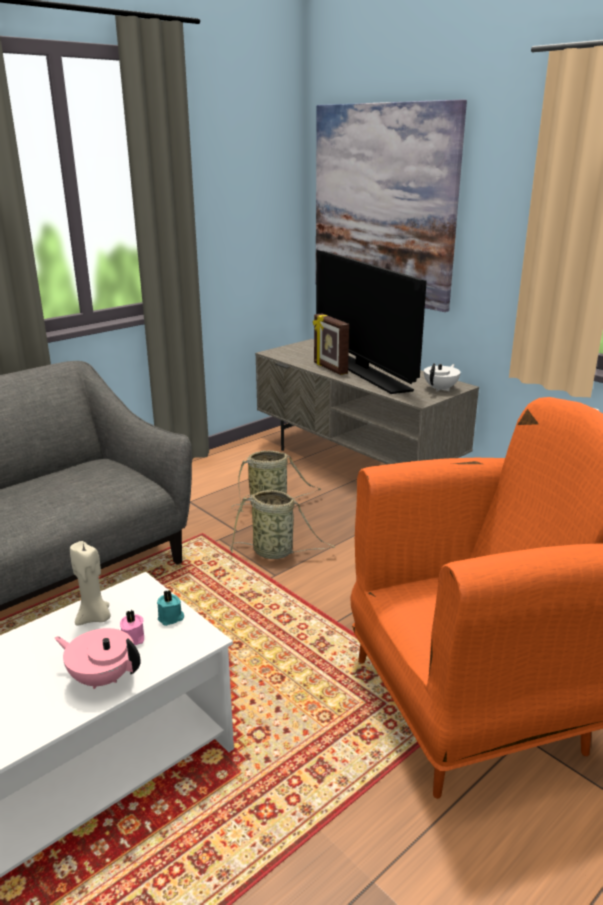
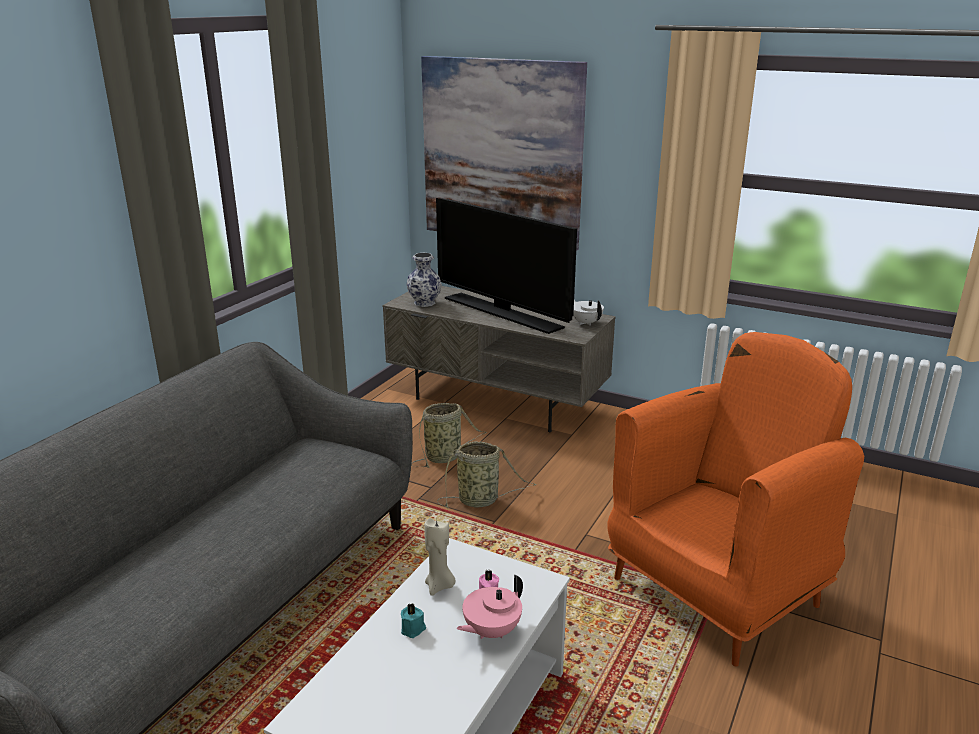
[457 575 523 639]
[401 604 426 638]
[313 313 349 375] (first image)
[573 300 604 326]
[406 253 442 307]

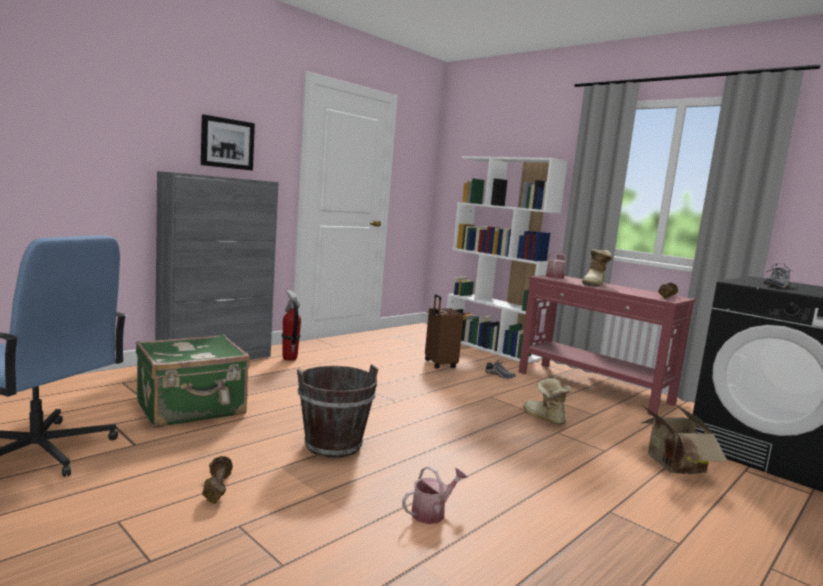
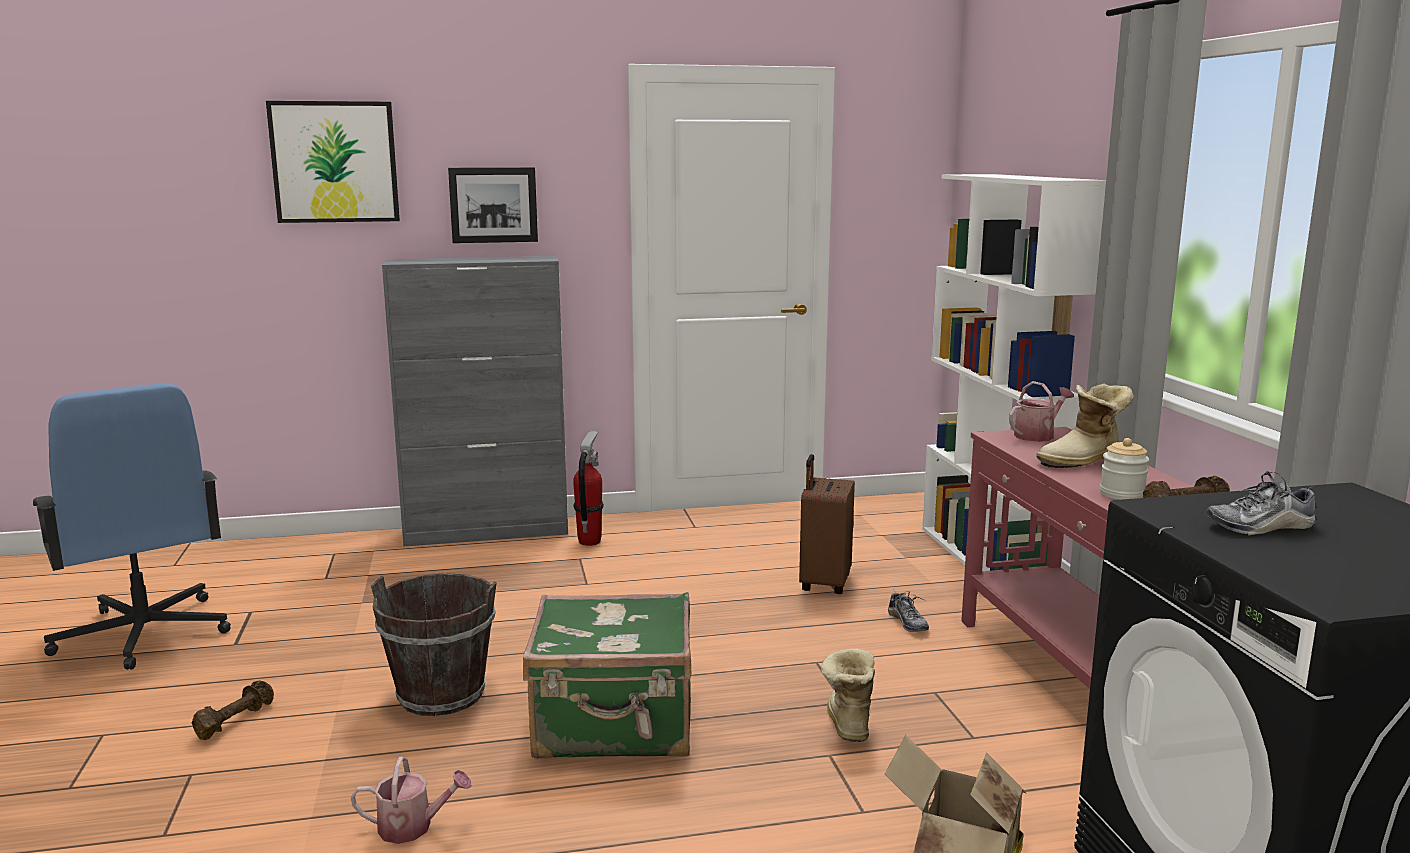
[523 592 691 759]
[266 101 400 223]
[1100 438 1149 500]

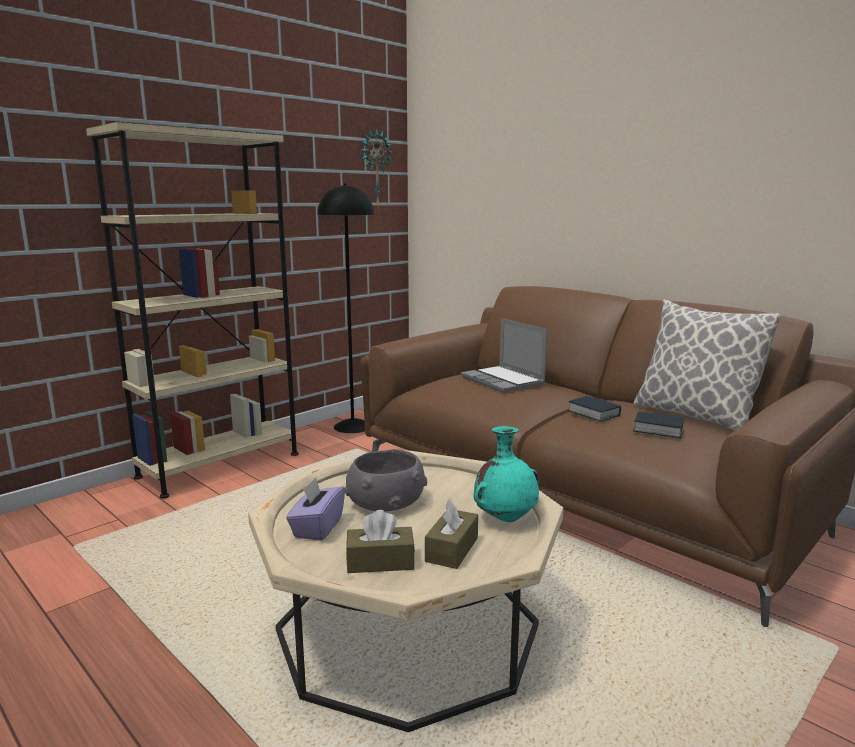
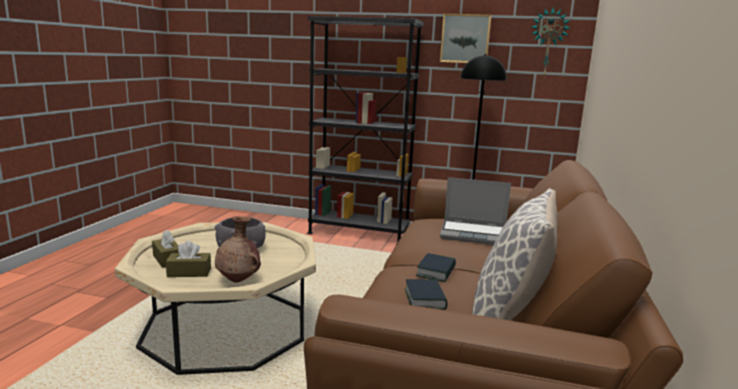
[307 16 424 245]
[286 477 345 541] (first image)
[440 177 511 245]
[215 216 261 283]
[440 14 491 63]

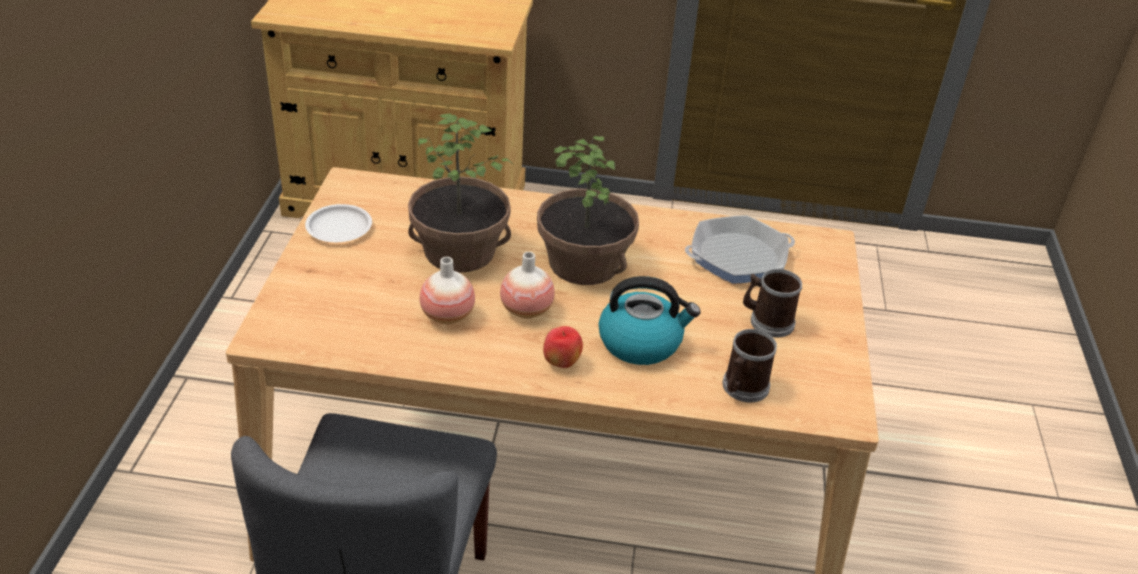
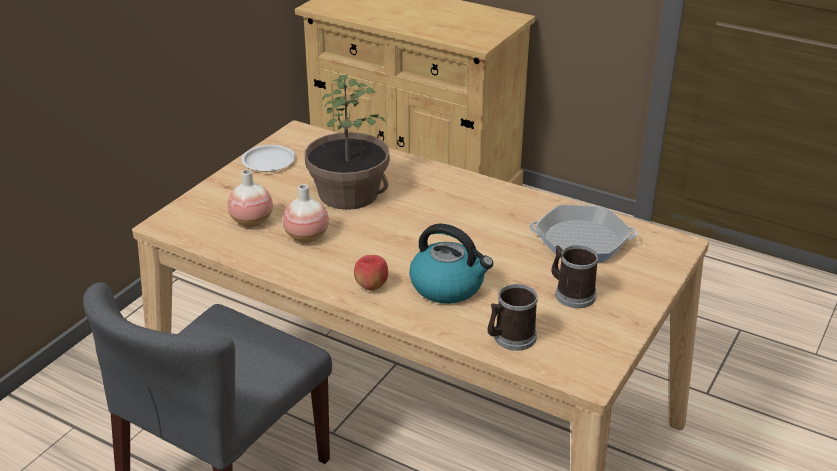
[228 169 273 227]
[537 136 639 285] (first image)

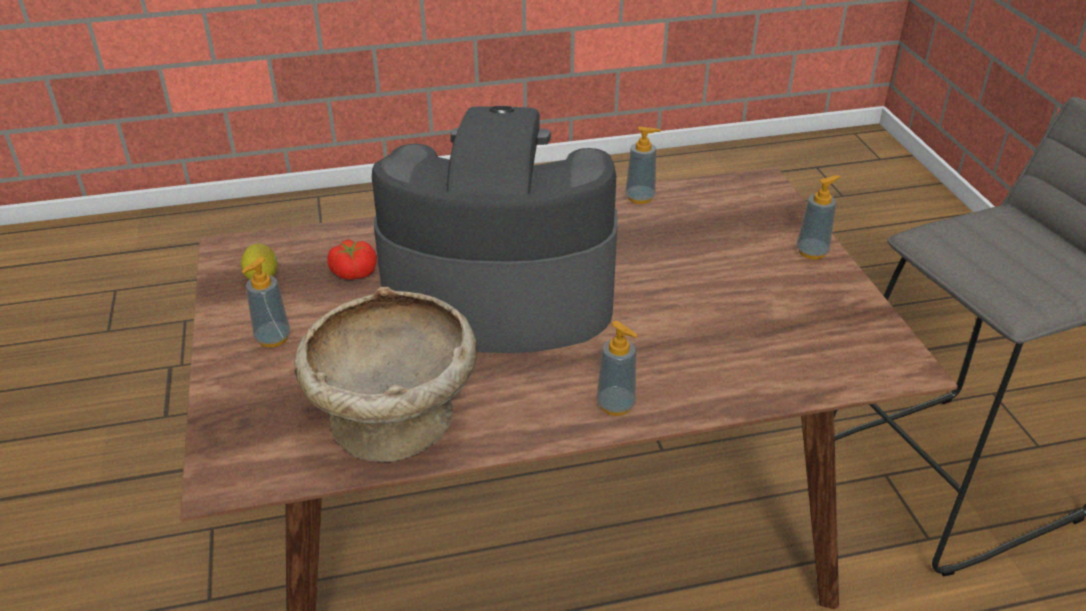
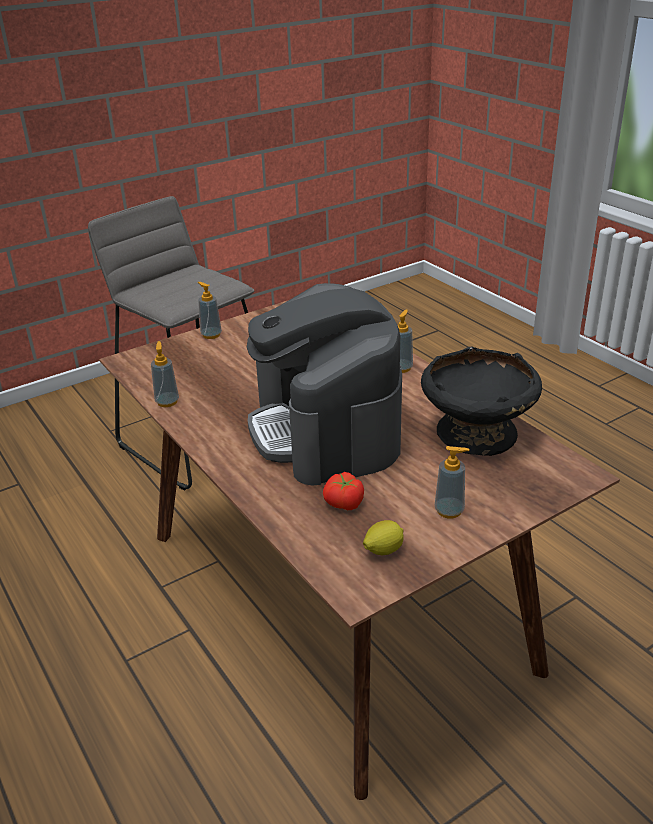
[421 346 542 456]

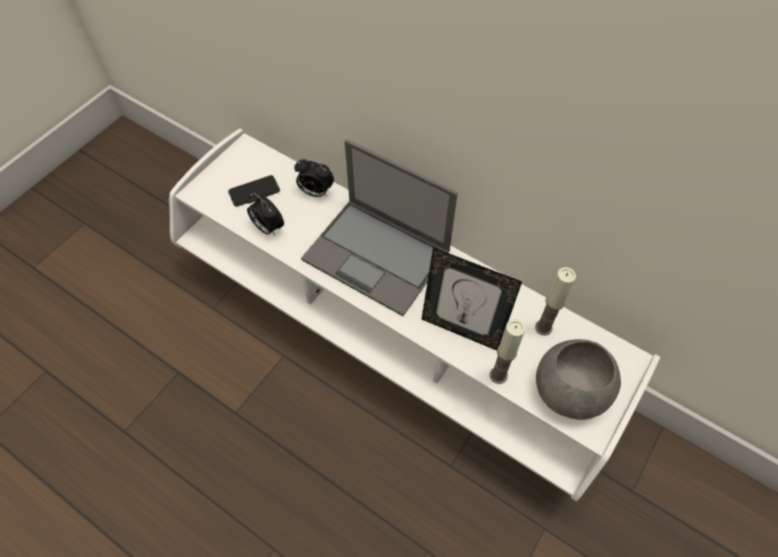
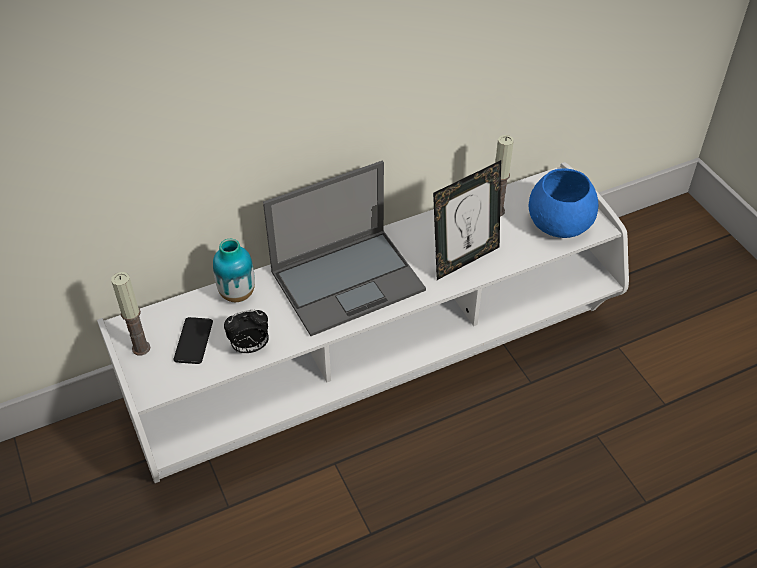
[213 239 255 302]
[111 272 151 355]
[529 168 599 238]

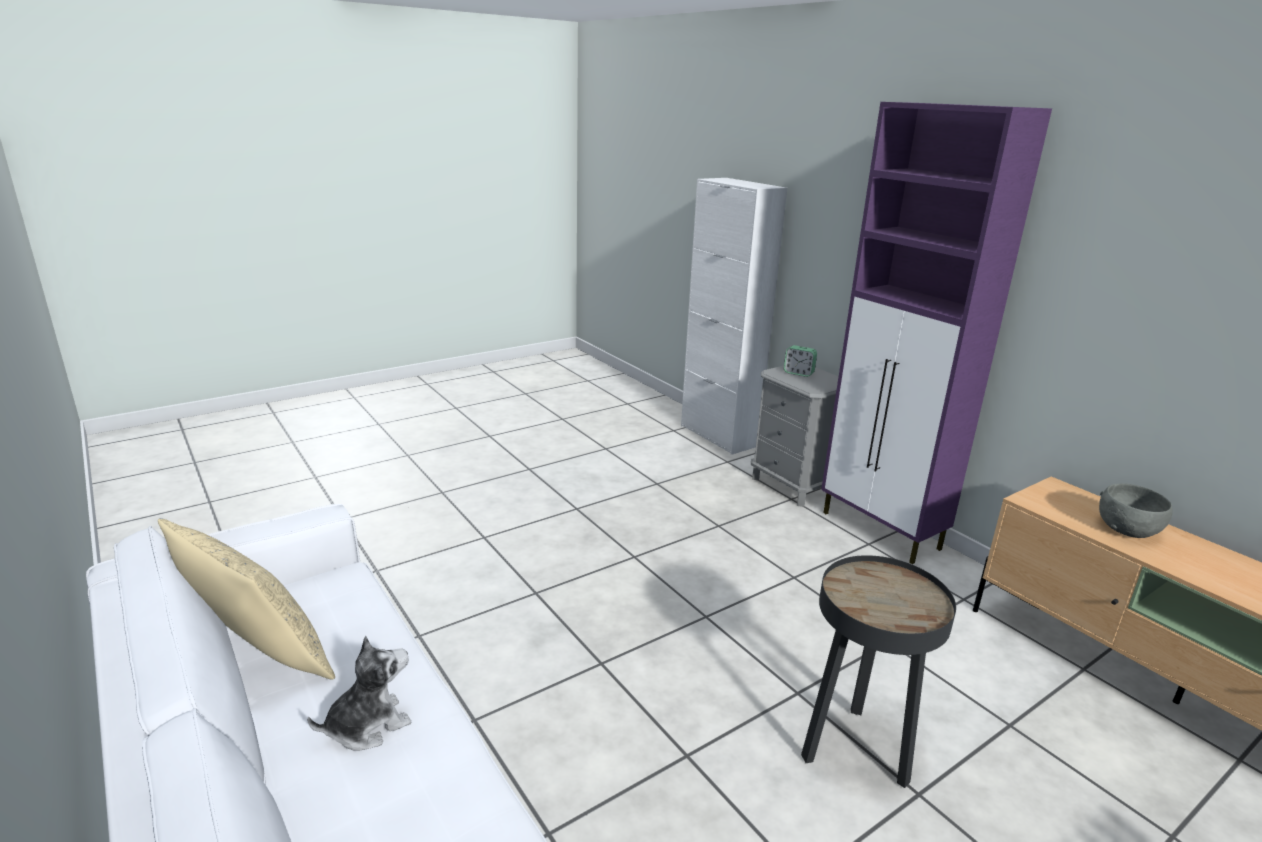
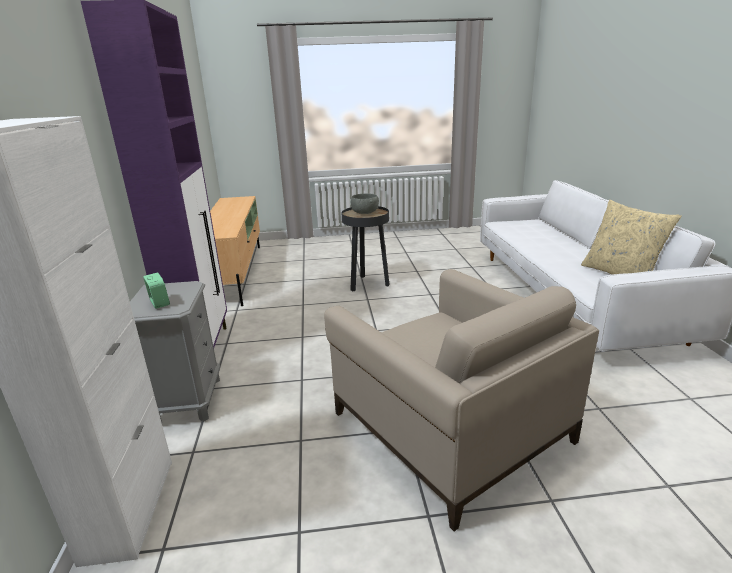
[307 636 411 751] (first image)
[351 193 379 214]
[324 269 599 531]

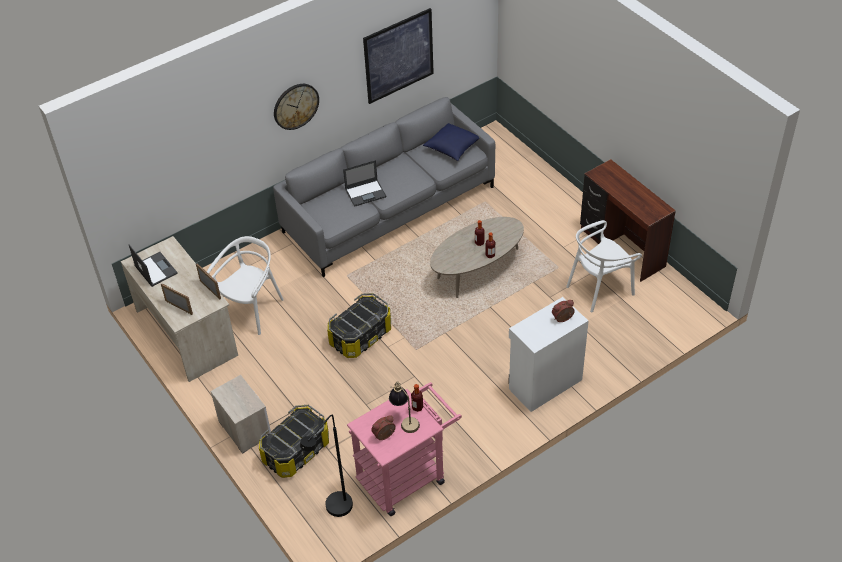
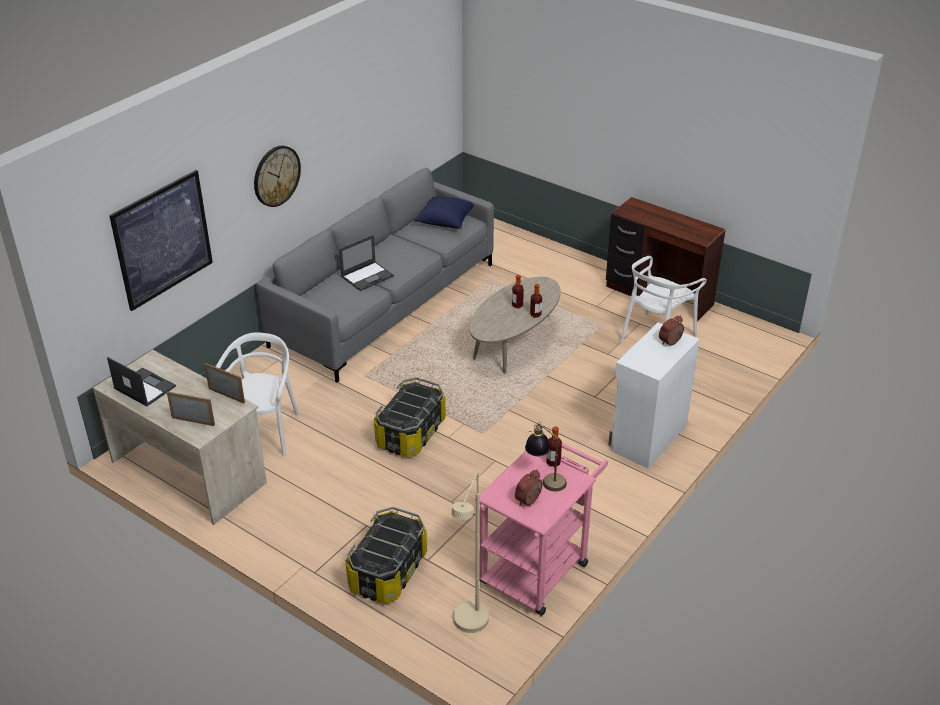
[210 375 271 454] (first image)
[451 472 489 633]
[109 170 213 311]

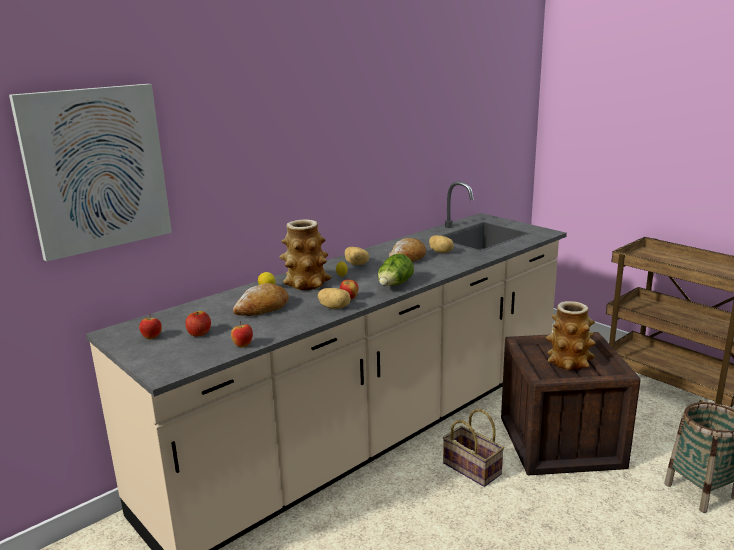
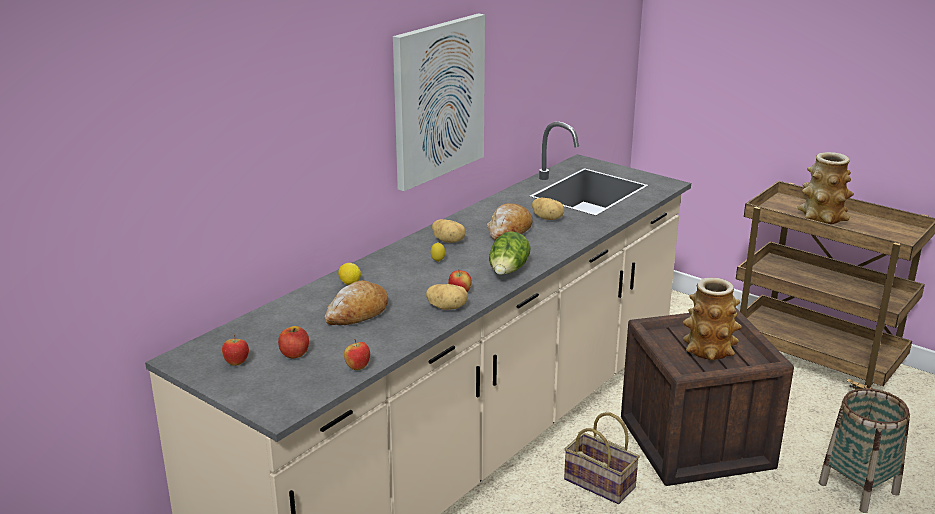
[393 13 485 191]
[797 152 854 224]

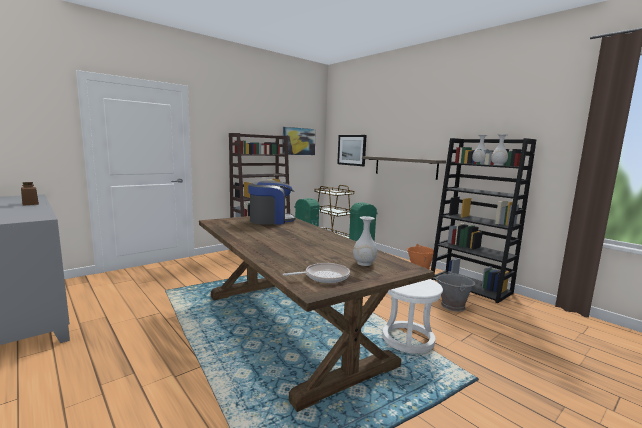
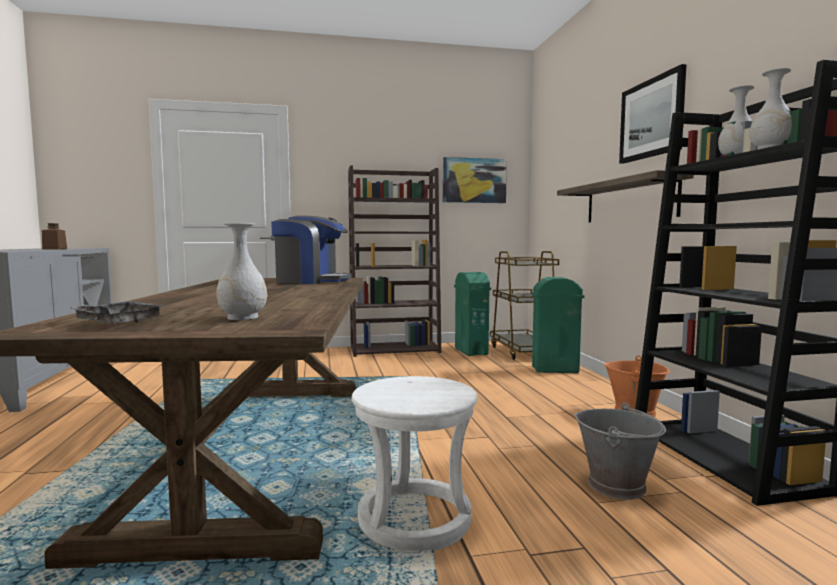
[70 301 164 324]
[619 64 686 164]

